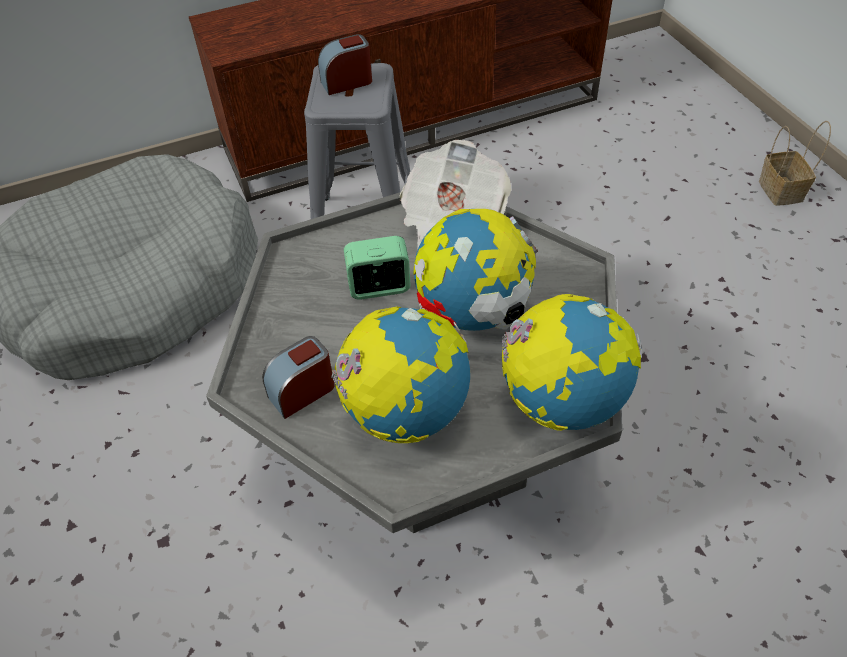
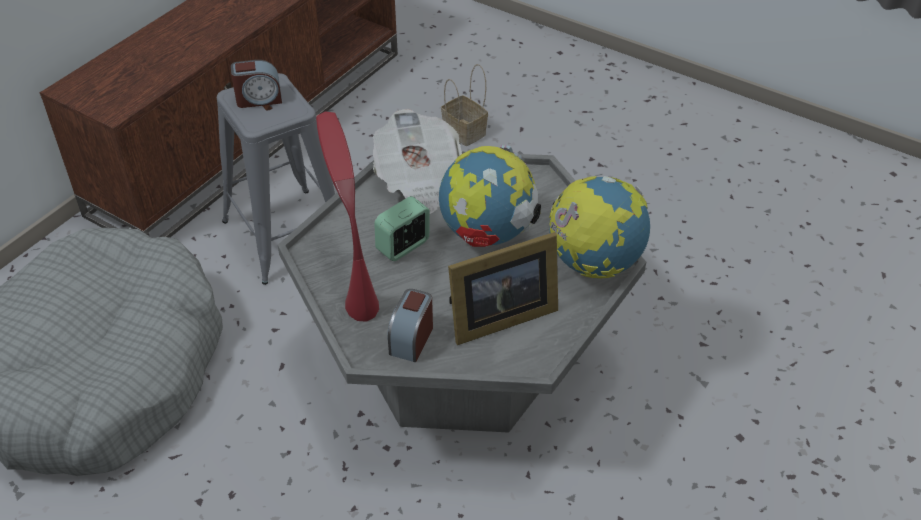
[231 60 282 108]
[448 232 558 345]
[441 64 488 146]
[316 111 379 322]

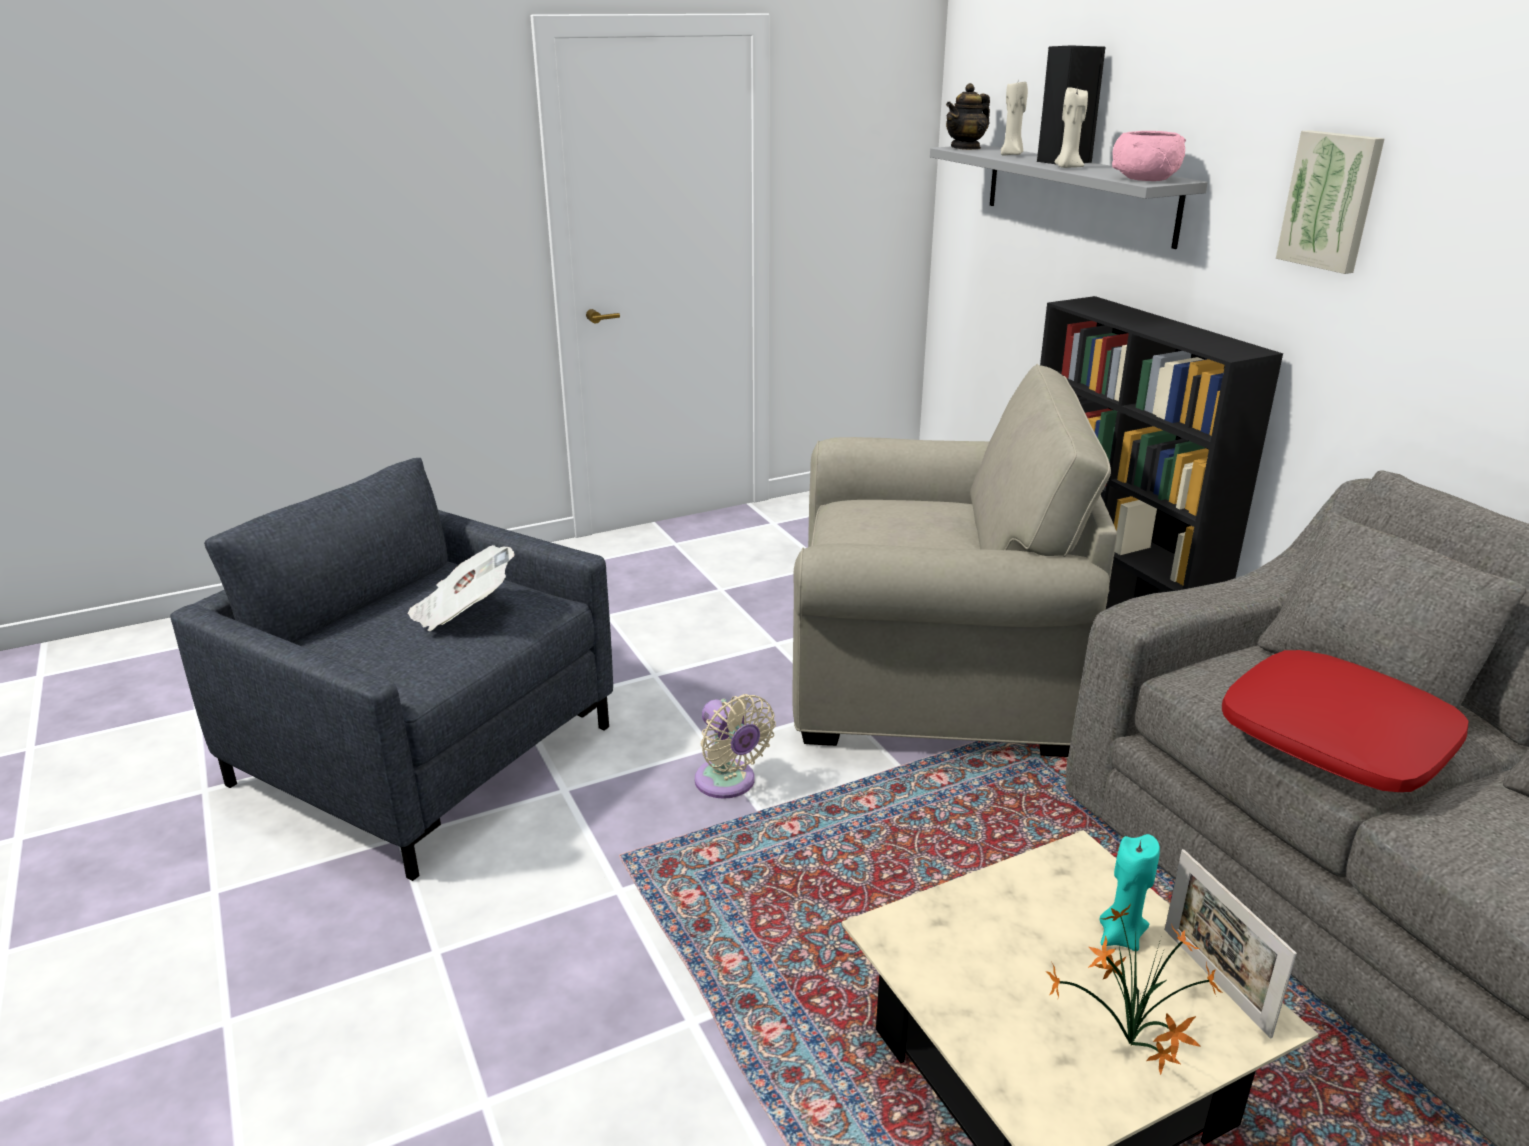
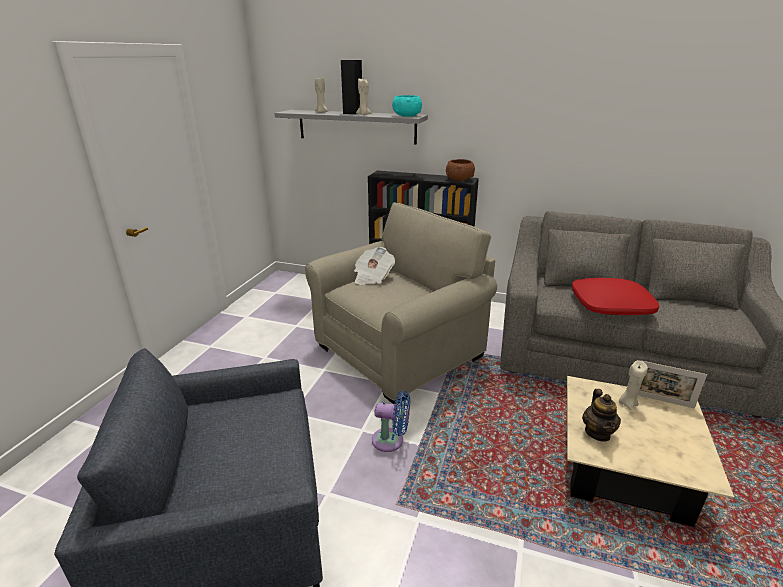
[354 247 395 285]
[372 391 410 452]
[582 389 621 442]
[1046 904 1222 1075] (first image)
[619 360 648 410]
[392 95 422 117]
[1276 130 1385 274] (first image)
[446 159 475 181]

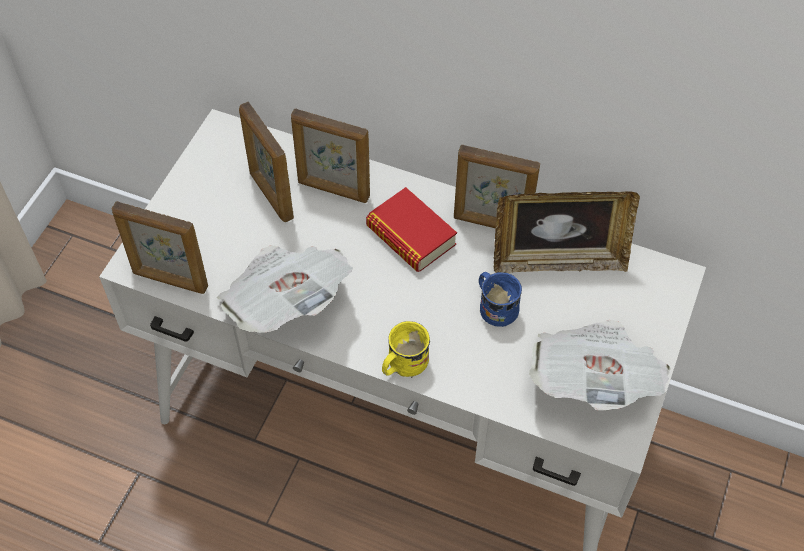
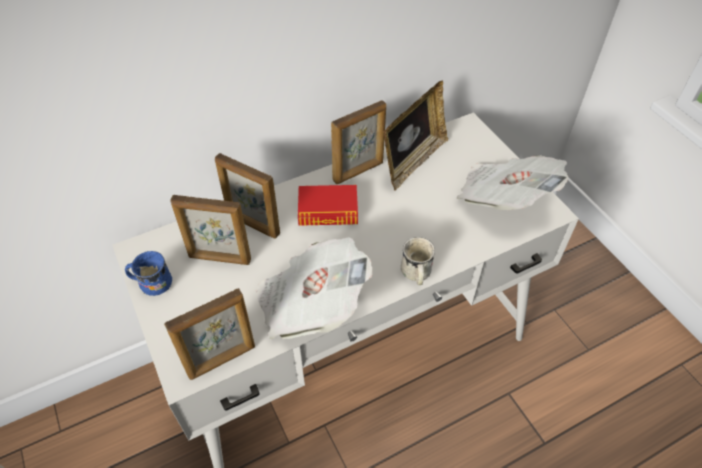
[215 153 280 239]
[401 237 435 285]
[125 251 172 296]

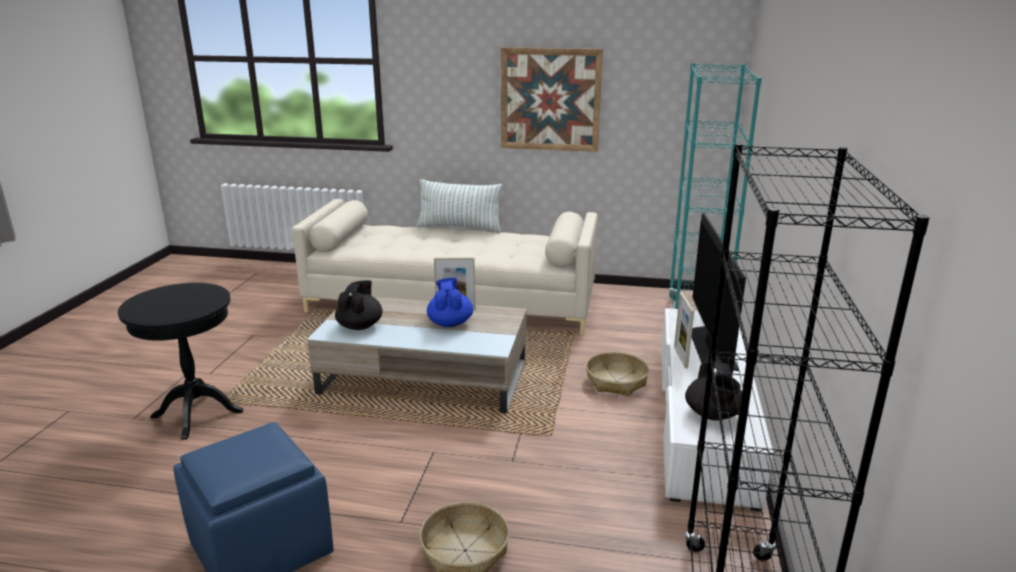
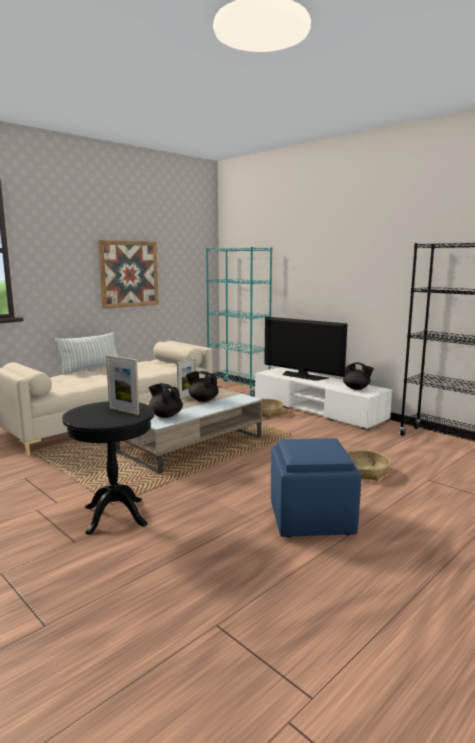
[186 371 219 402]
[106 355 139 415]

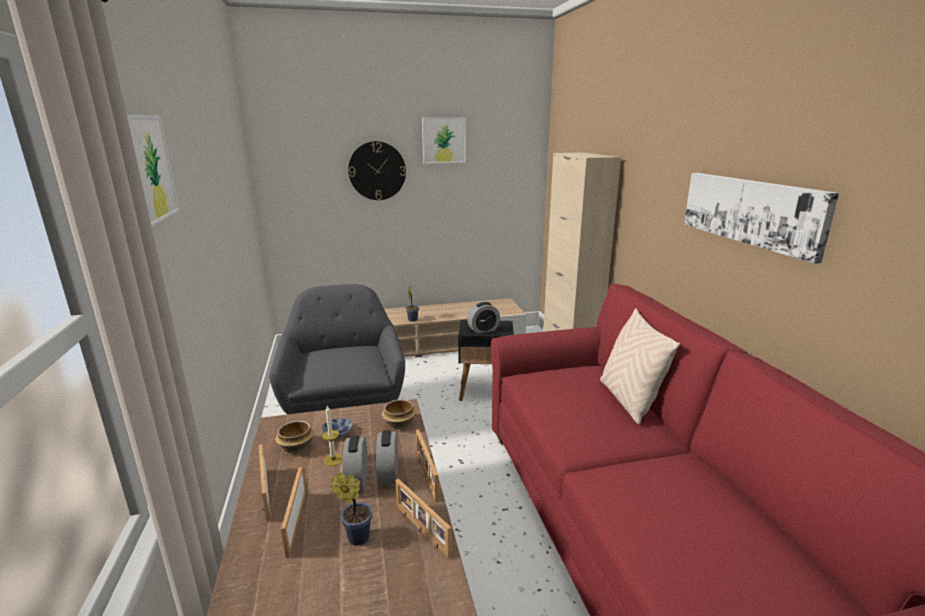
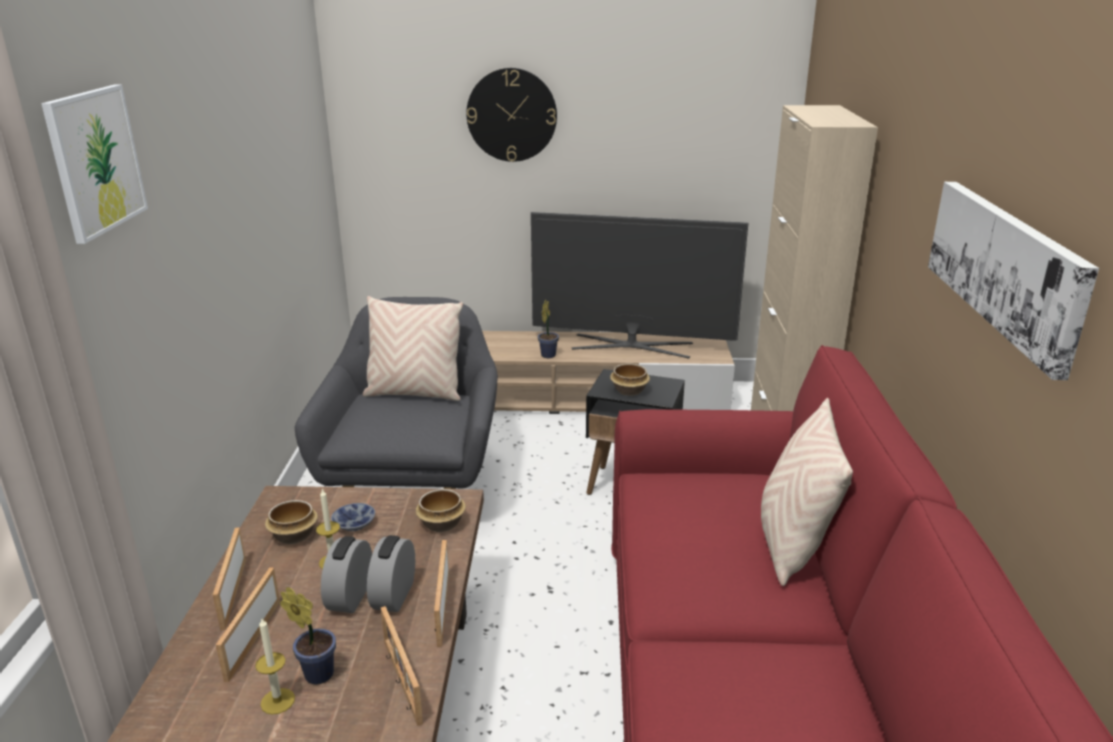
[422 117 466 164] (first image)
[610 363 650 396]
[255 618 295 715]
[363 296 463 401]
[531 212 748 359]

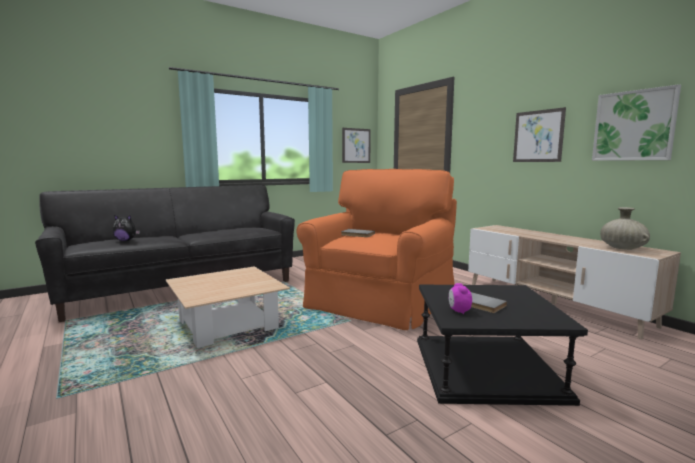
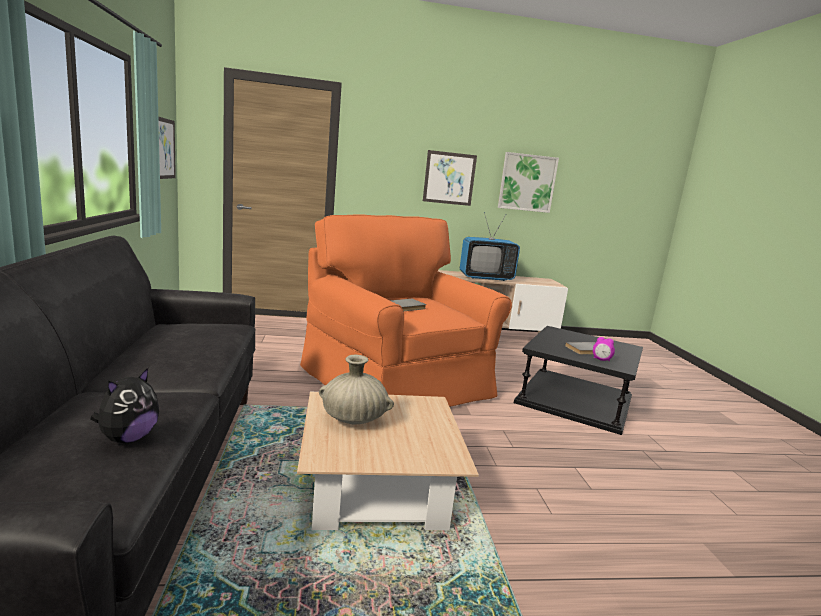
[319 355 394 424]
[460 212 520 281]

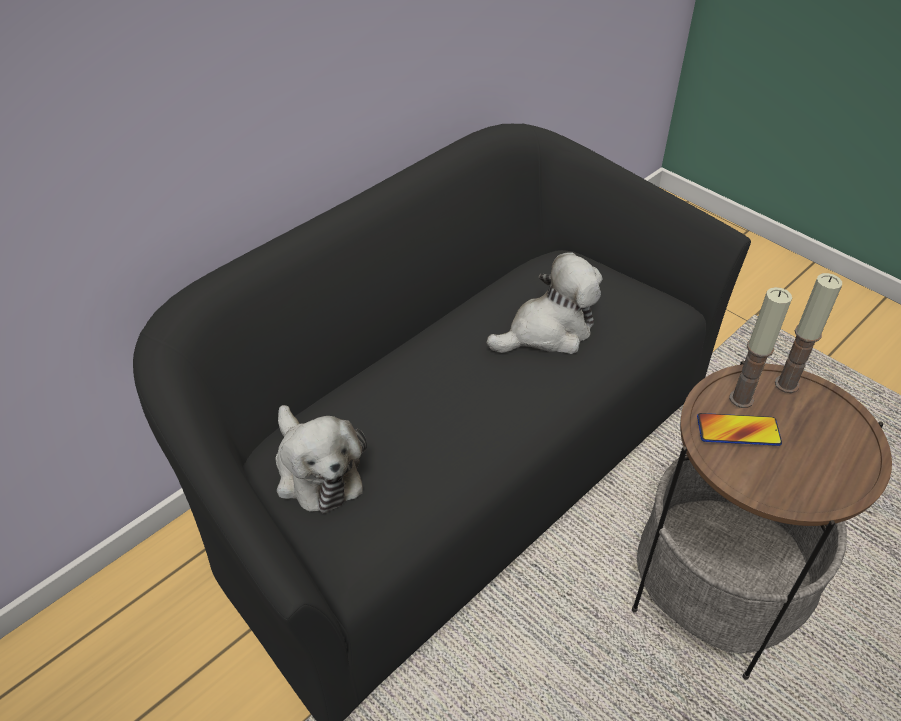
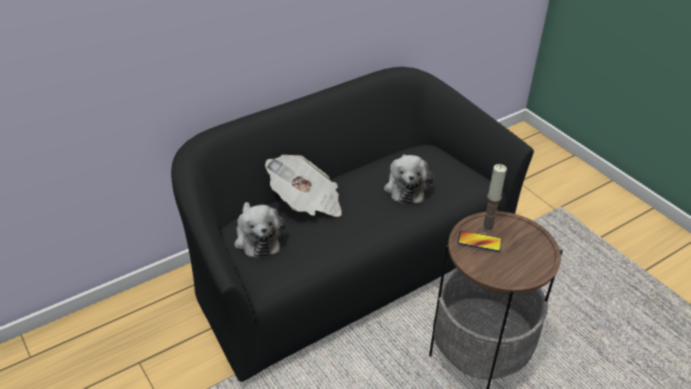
[384 154 434 204]
[775 273 842 393] (first image)
[265 155 342 217]

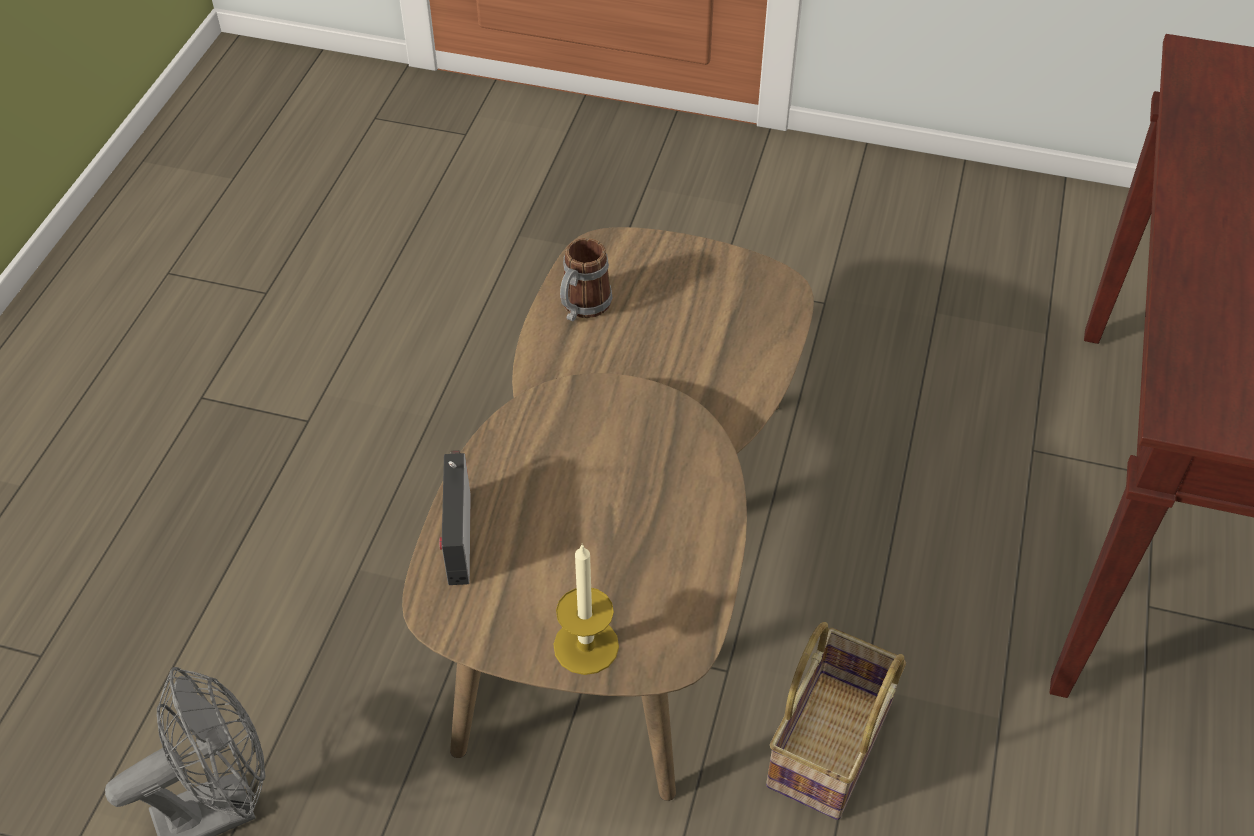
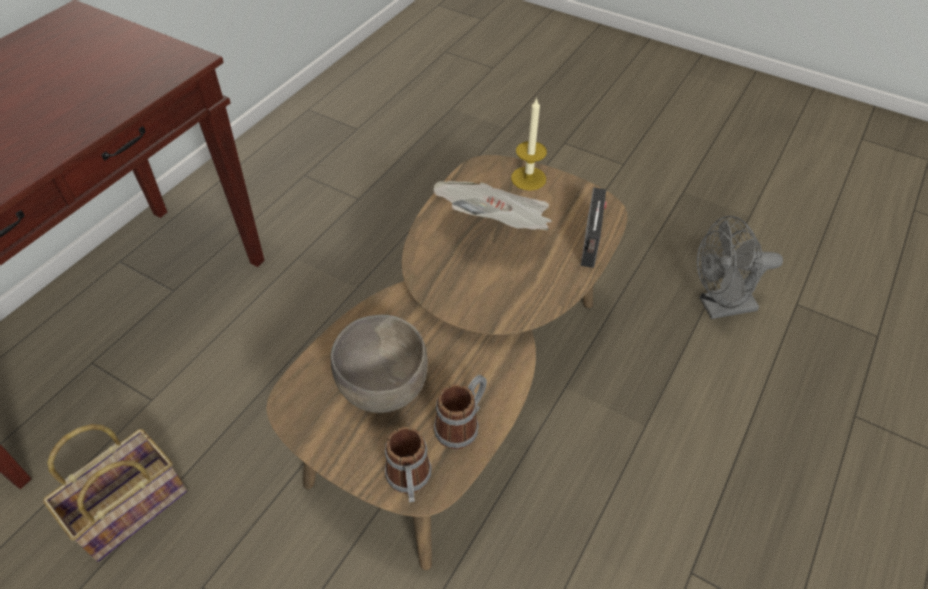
[43 424 187 562]
[330 315 428 413]
[385 427 432 503]
[434 181 552 230]

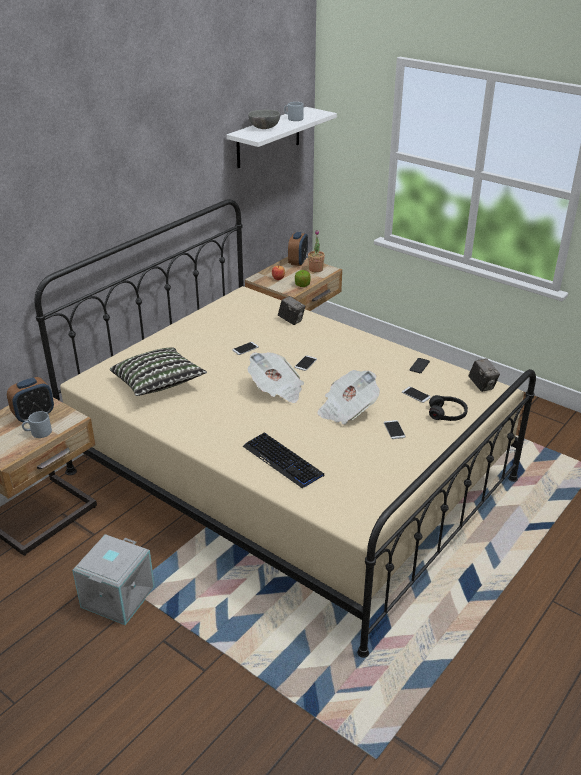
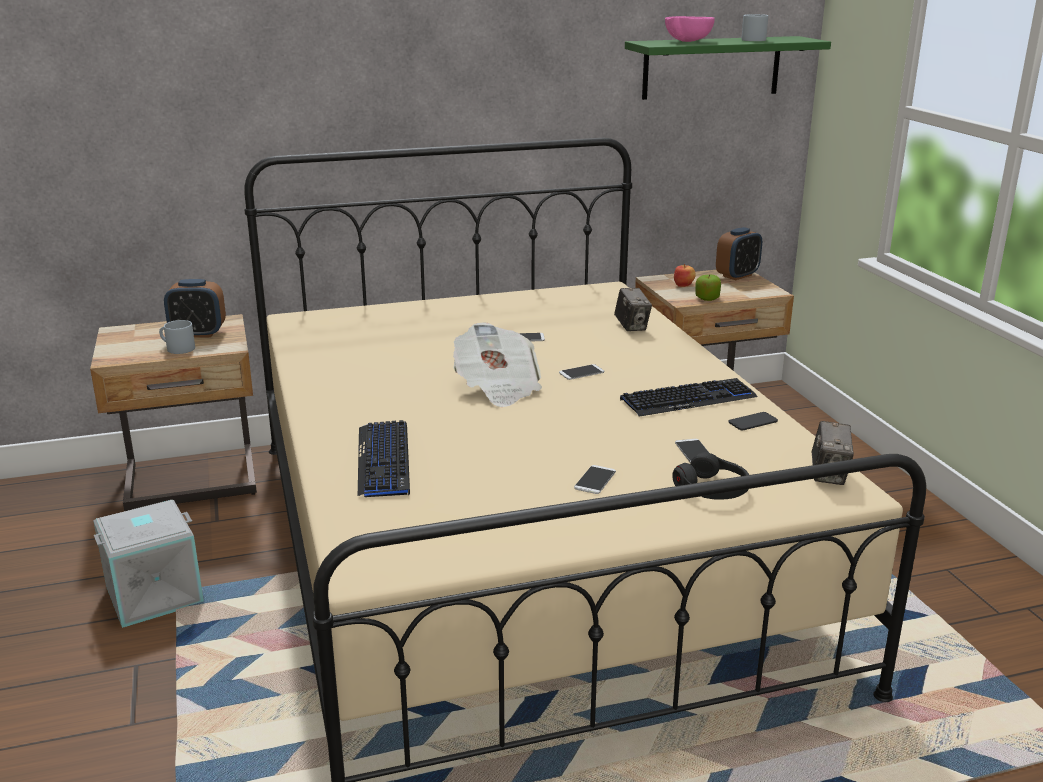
[110 347 207 396] (first image)
[625 36 831 100]
[665 16 715 42]
[308 230 325 272] (first image)
[317 370 380 425] (first image)
[620 378 758 417]

